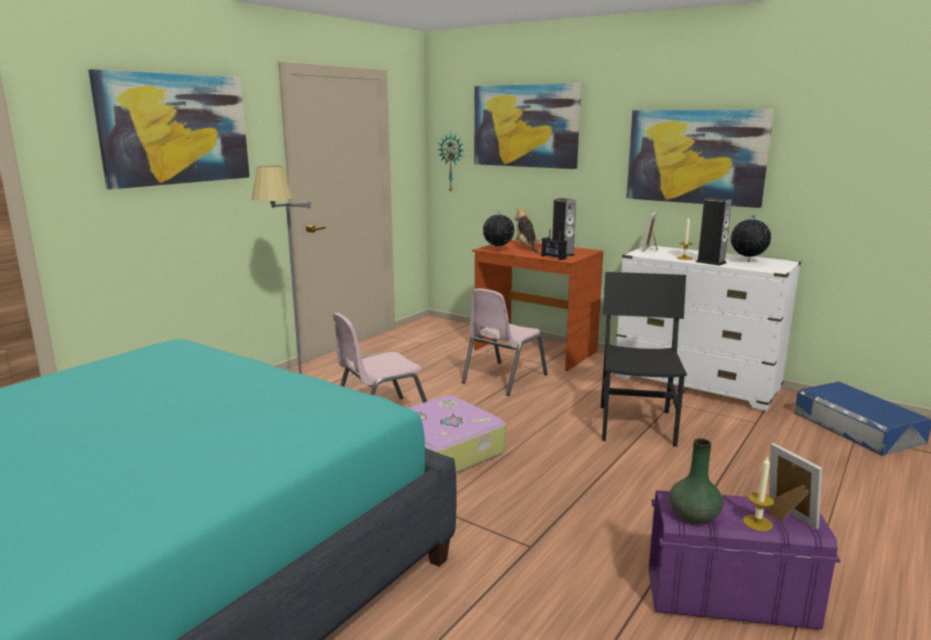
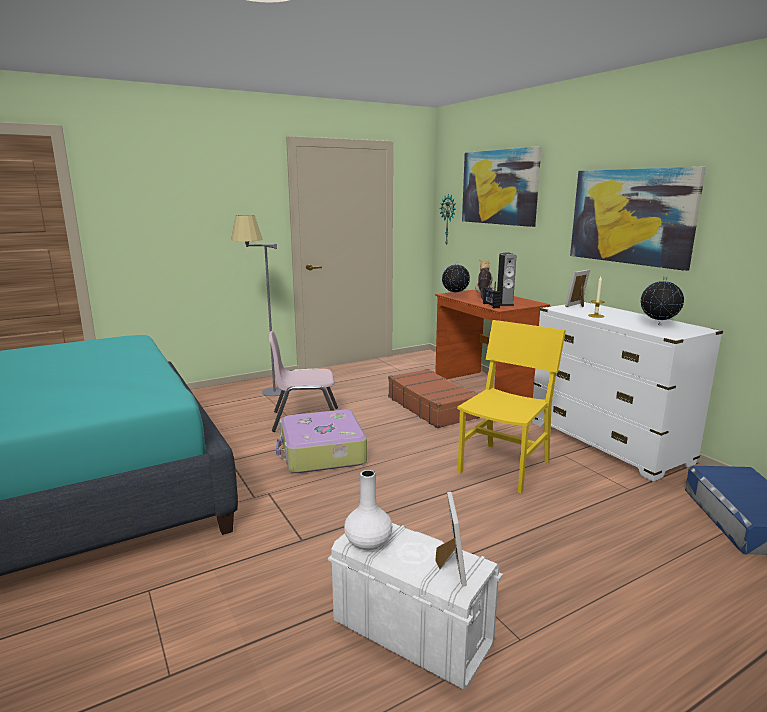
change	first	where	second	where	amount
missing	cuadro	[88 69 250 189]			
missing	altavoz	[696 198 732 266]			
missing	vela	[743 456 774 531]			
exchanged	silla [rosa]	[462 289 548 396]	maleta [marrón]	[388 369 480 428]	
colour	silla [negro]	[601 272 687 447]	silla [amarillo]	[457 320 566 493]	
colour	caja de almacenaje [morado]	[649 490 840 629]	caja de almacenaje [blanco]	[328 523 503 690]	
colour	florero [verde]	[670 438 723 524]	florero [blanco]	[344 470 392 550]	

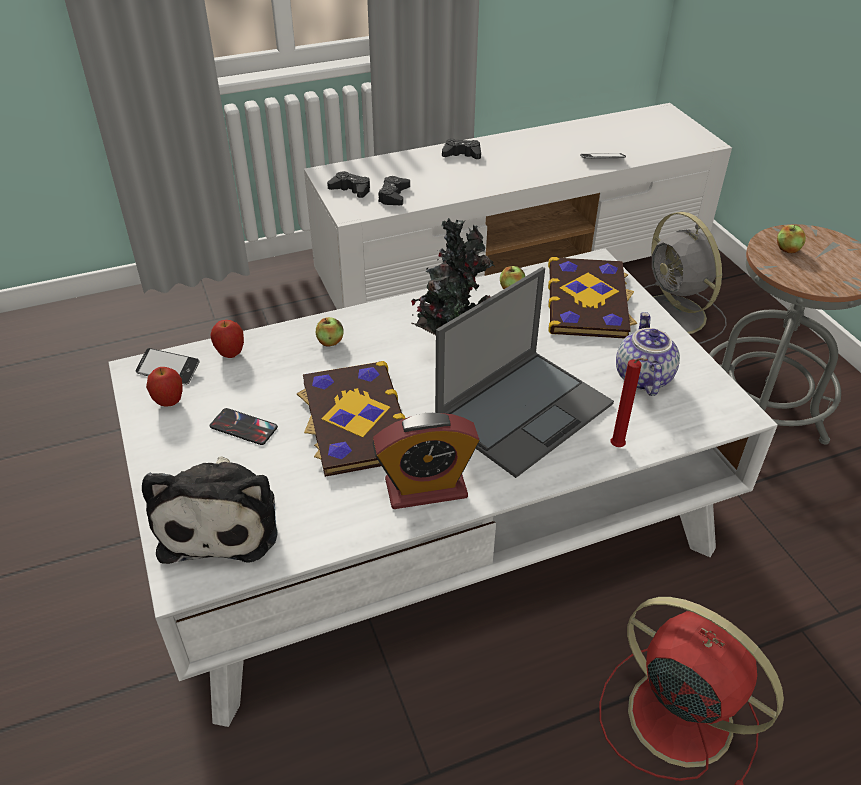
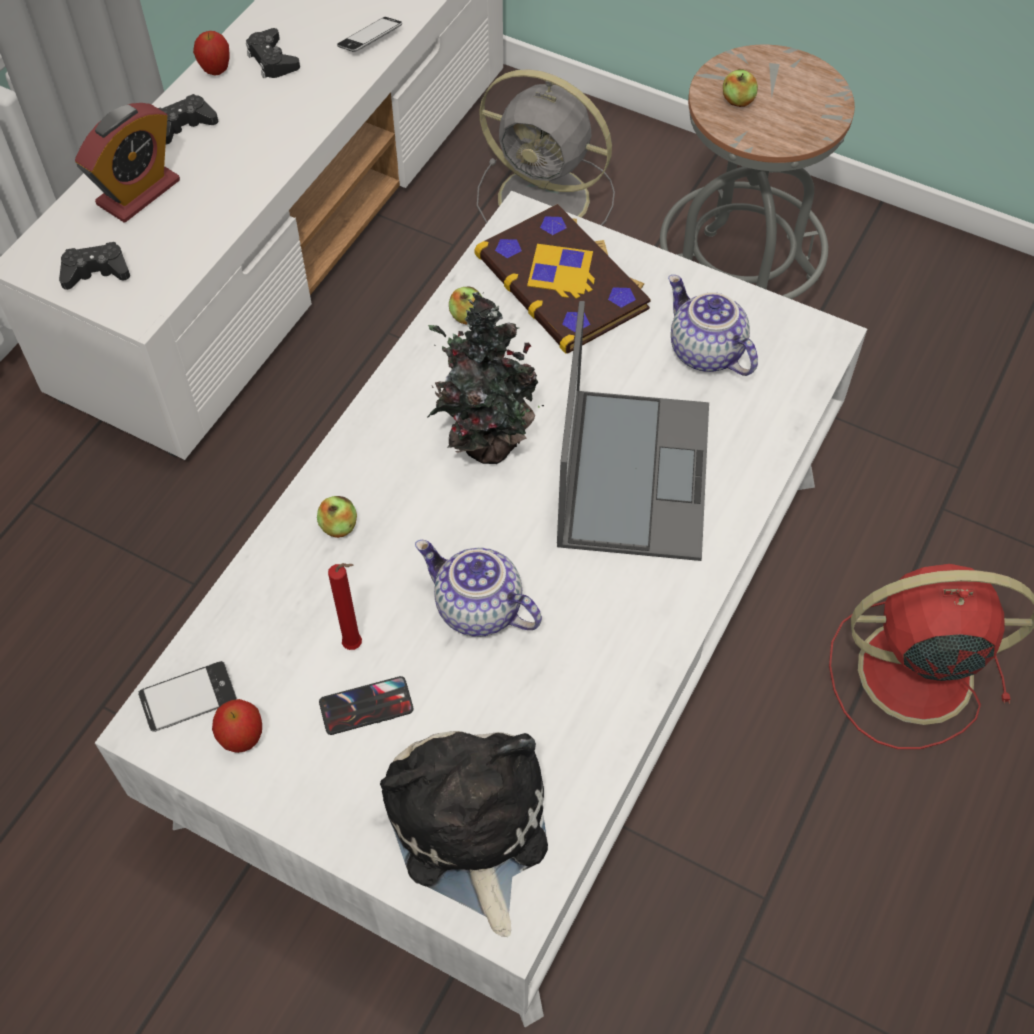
change	first	where	second	where	amount
relocated	manzana	[211 320 244 358]		[193 31 230 75]	
relocated	despertador	[372 413 480 509]		[75 103 180 222]	
relocated	mando de consola [negro]	[378 176 410 205]		[246 28 300 78]	
relocated	vela [rojo]	[611 358 648 447]		[328 563 362 650]	
exchanged	libro	[297 361 405 477]	tetera	[415 540 542 637]	
spun	peluche	[142 456 278 564]		[380 731 548 937]	150 degrees counterclockwise

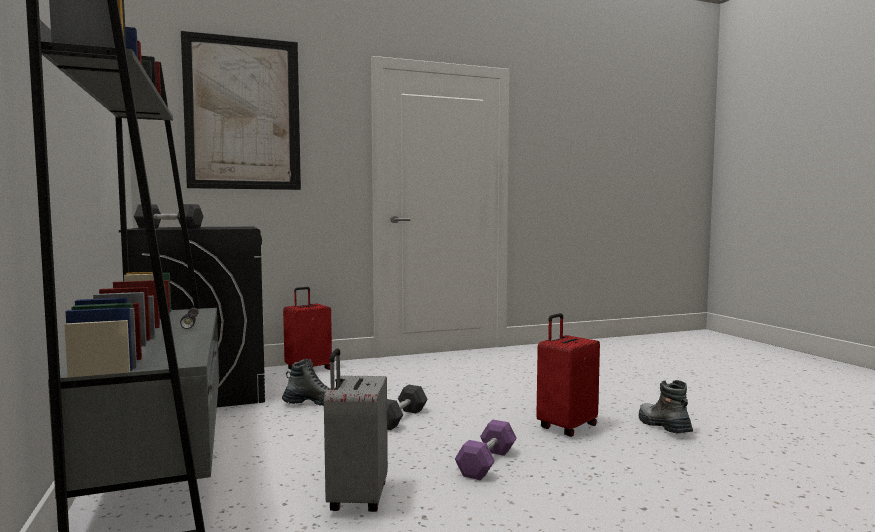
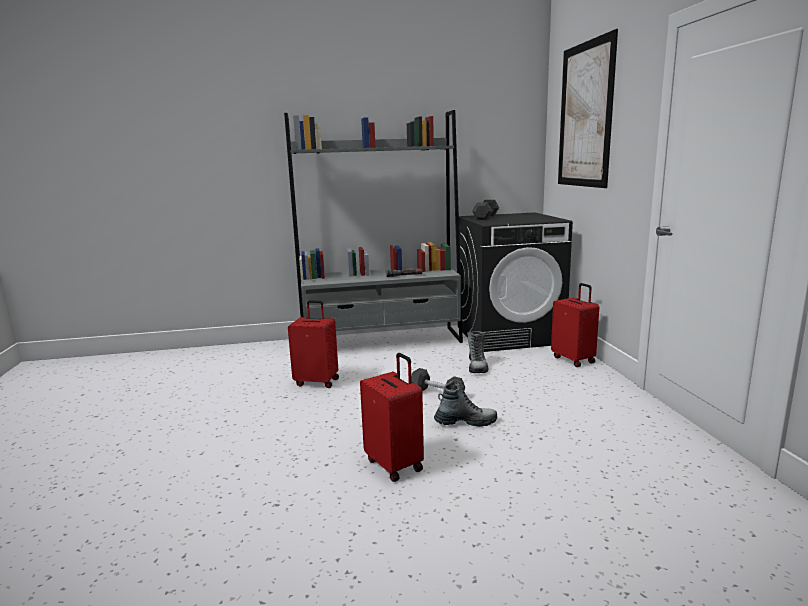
change	first	where	second	where	amount
missing	mancuerna [morado]	[455 420 517 480]			
relocated	bota	[639 380 693 433]		[434 380 497 427]	
colour	maleta [gris]	[324 348 388 512]	maleta [rojo]	[288 300 339 388]	

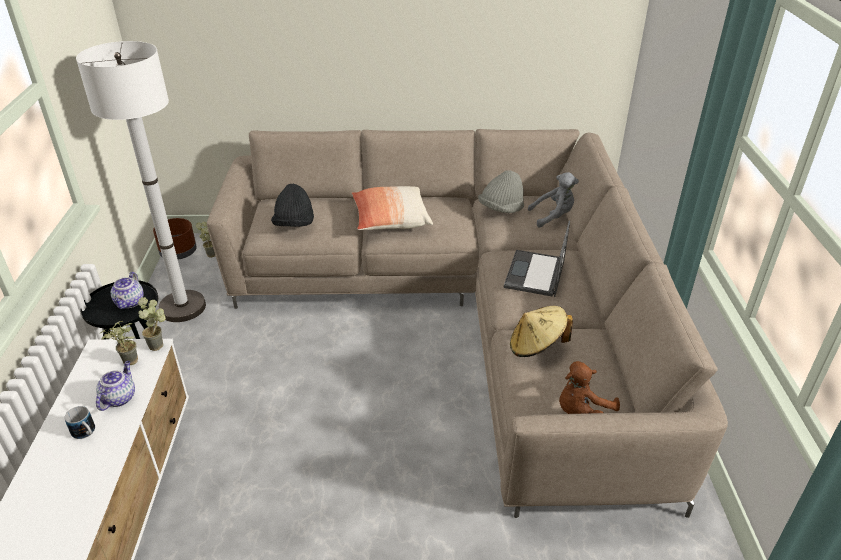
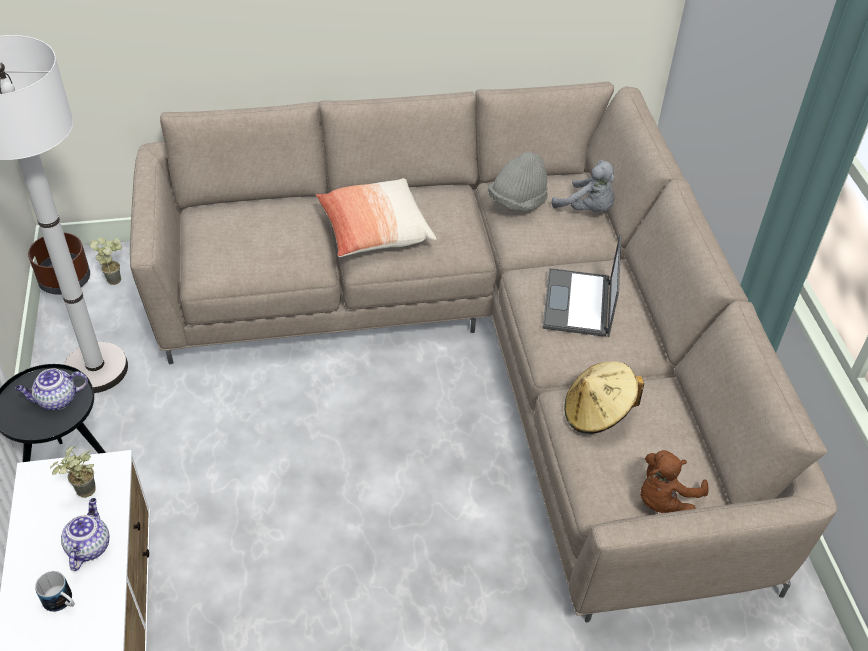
change	first	where	second	where	amount
missing	planta en maceta	[138 297 166 351]			
missing	sombrero [negro]	[271 184 314 227]			
spun	tetera	[111 272 144 309]		[15 368 88 410]	75 degrees clockwise
spun	peluche [gris]	[528 172 579 228]		[552 160 614 212]	60 degrees clockwise

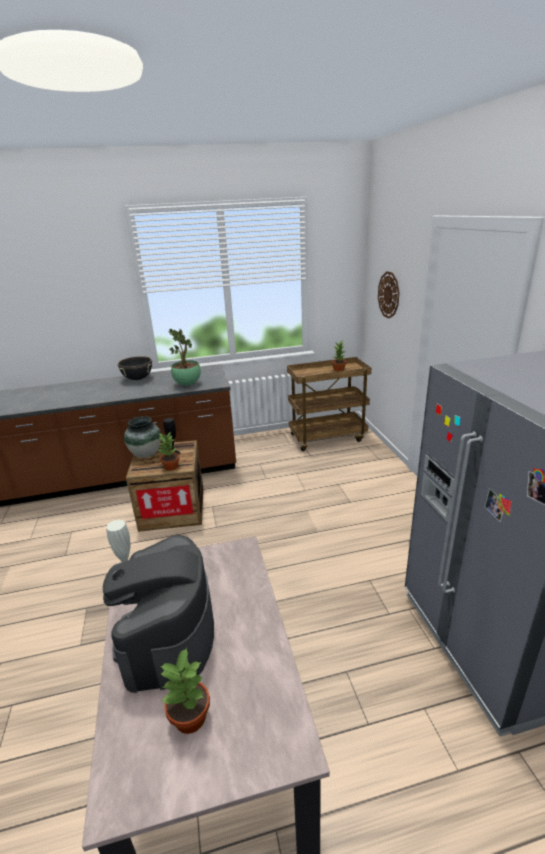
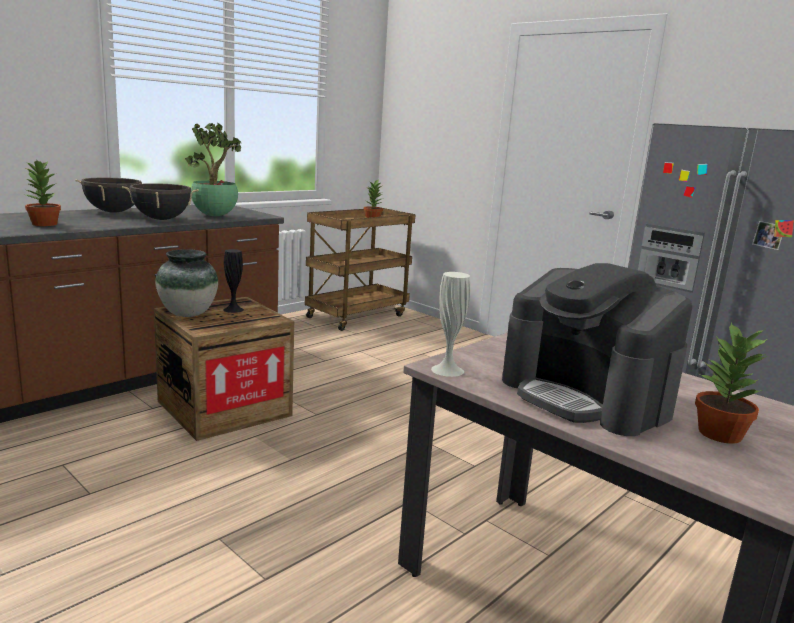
change	first	where	second	where	amount
missing	reloj de pared	[378 271 399 319]			
appeared			olla [negro]	[122 183 199 220]	
relocated	planta en maceta	[159 431 180 471]		[24 159 61 226]	

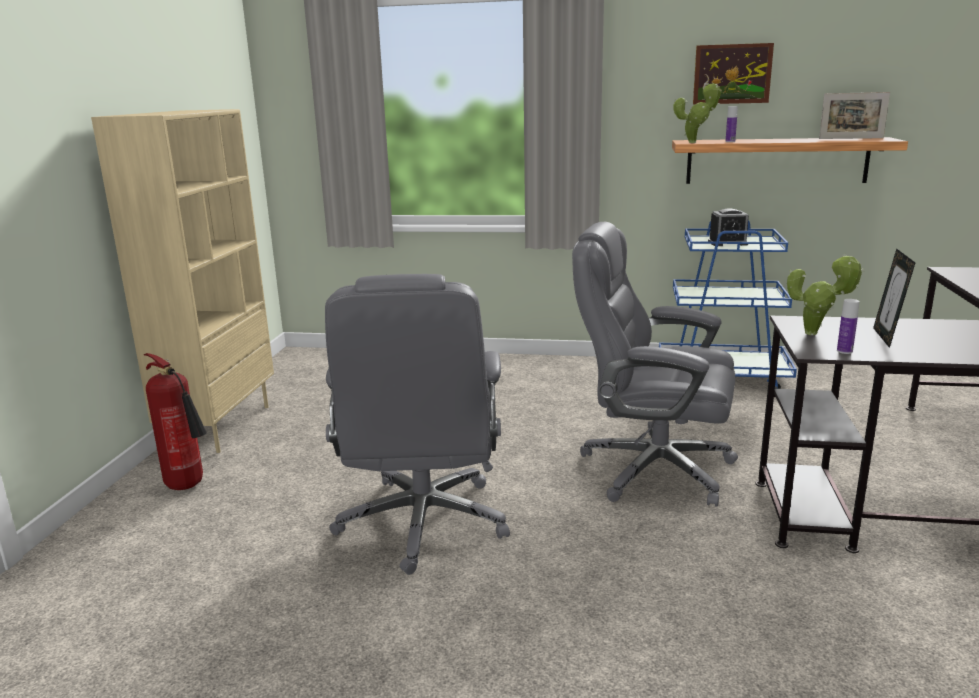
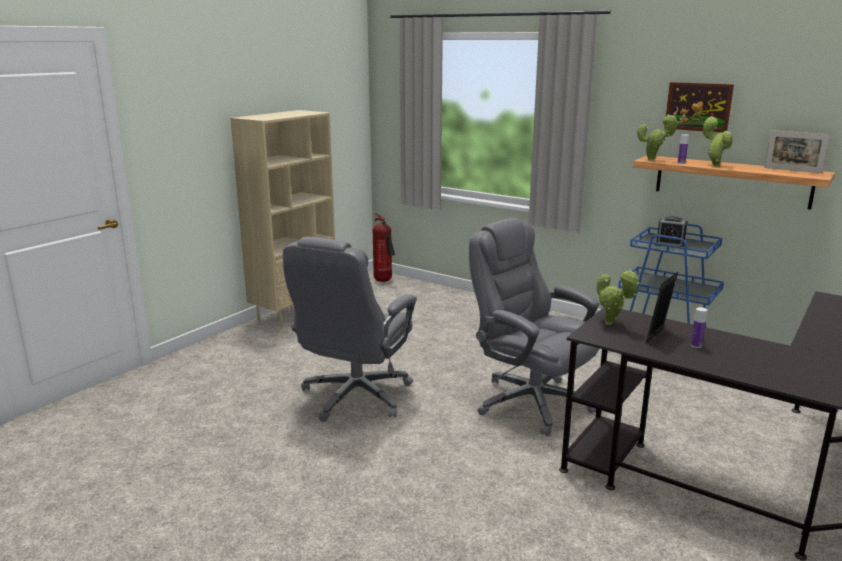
change	first	where	second	where	amount
appeared			planta en maceta	[703 117 733 167]	
relocated	extintor	[144 353 207 490]		[373 214 395 282]	
relocated	botella	[837 299 860 354]		[691 307 707 348]	

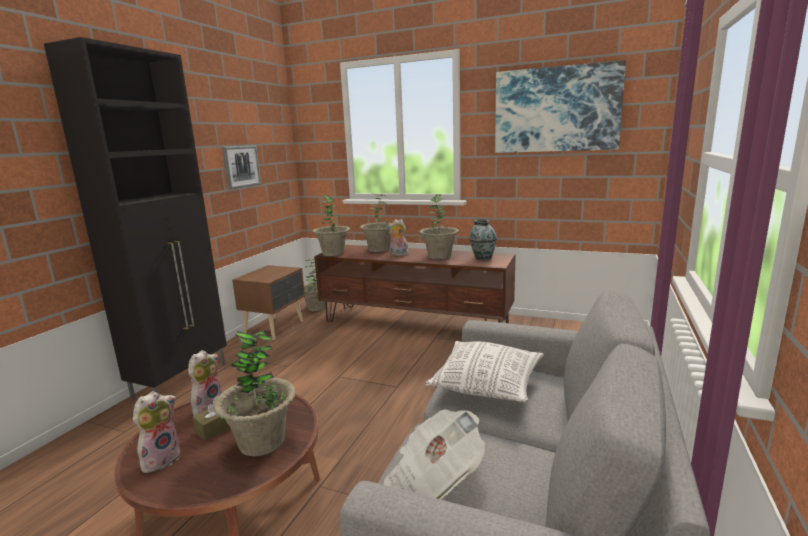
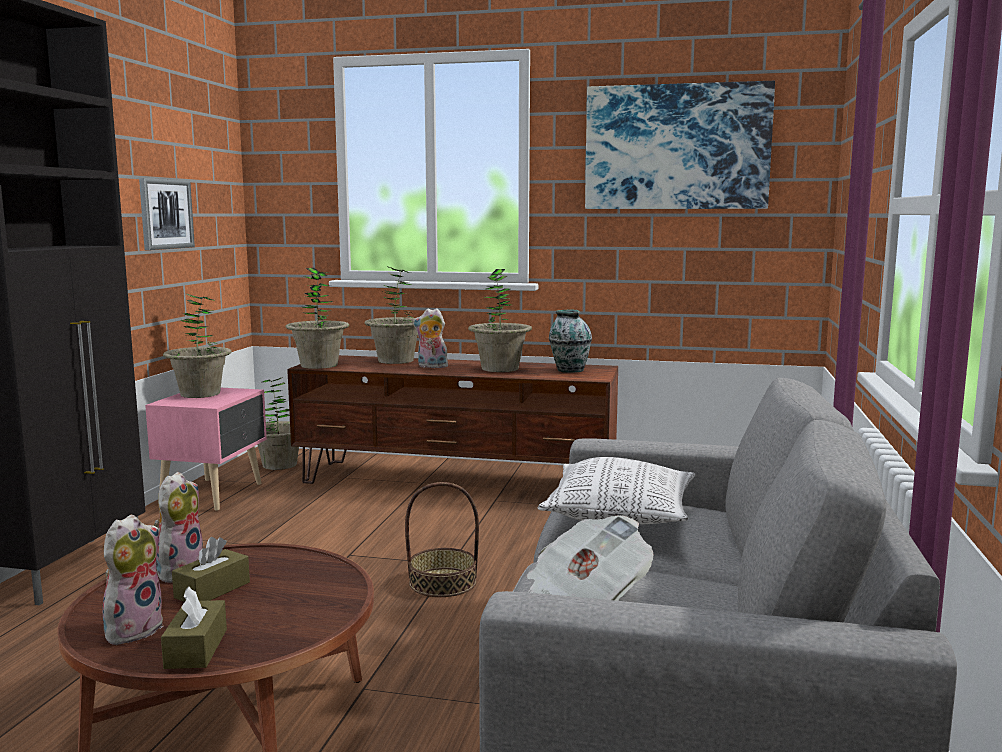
change	first	where	second	where	amount
appeared			caja de pañuelos [marrón]	[161 586 227 669]	
appeared			cesta	[405 482 479 597]	
relocated	planta en maceta	[213 331 296 456]		[163 294 232 398]	
colour	mesita de noche [marrón]	[232 265 305 340]	mesita de noche [rosa]	[145 388 267 511]	

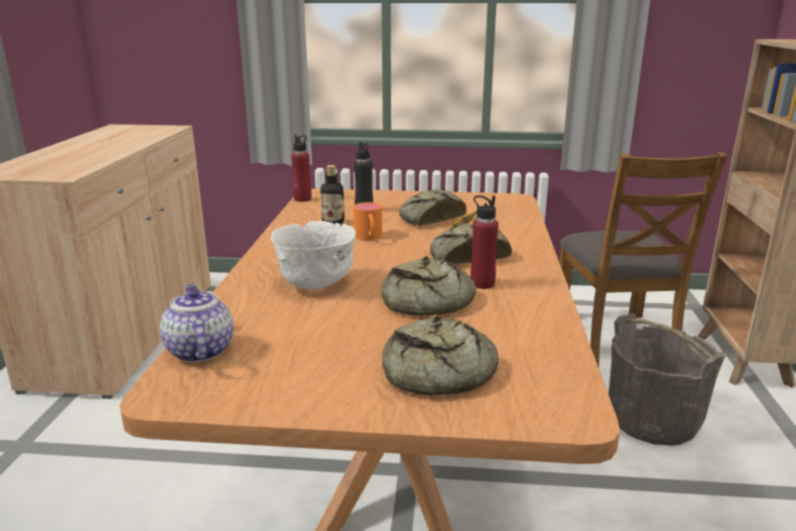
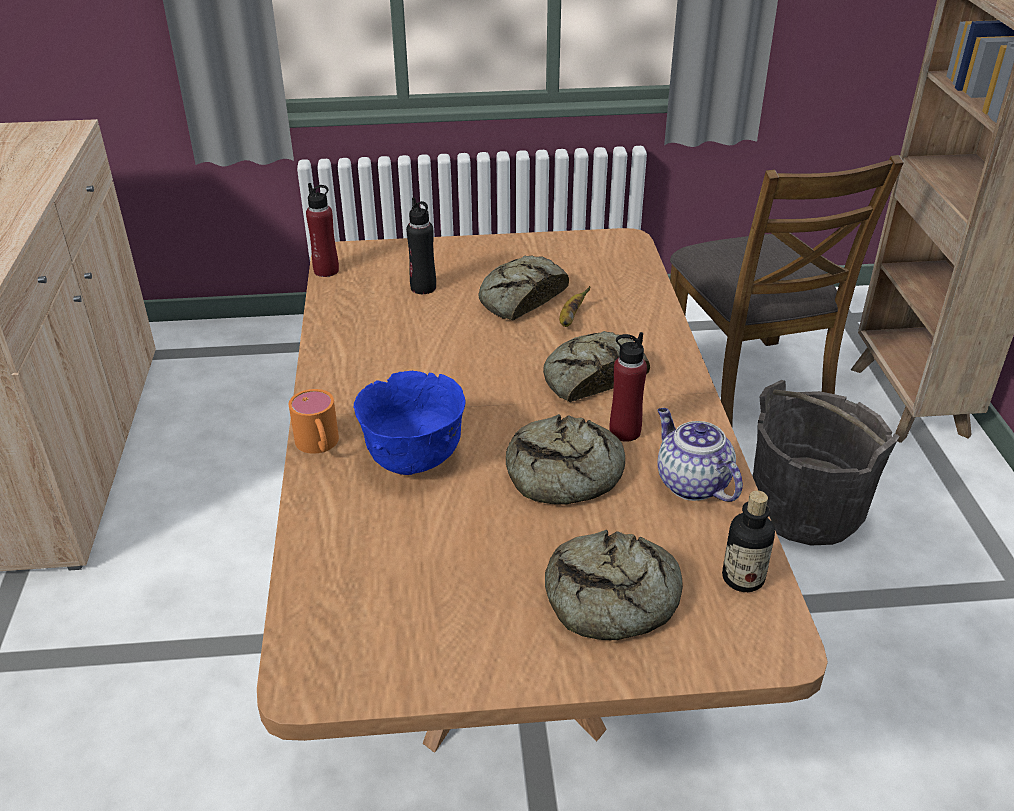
change	first	where	second	where	amount
relocated	tetera	[160 284 234 362]		[657 408 743 502]	
relocated	botella	[320 165 344 225]		[722 491 775 592]	
relocated	taza grande [naranja]	[353 202 382 240]		[289 389 339 454]	
colour	cuenco [blanco]	[271 221 356 289]	cuenco [azul]	[354 371 466 475]	

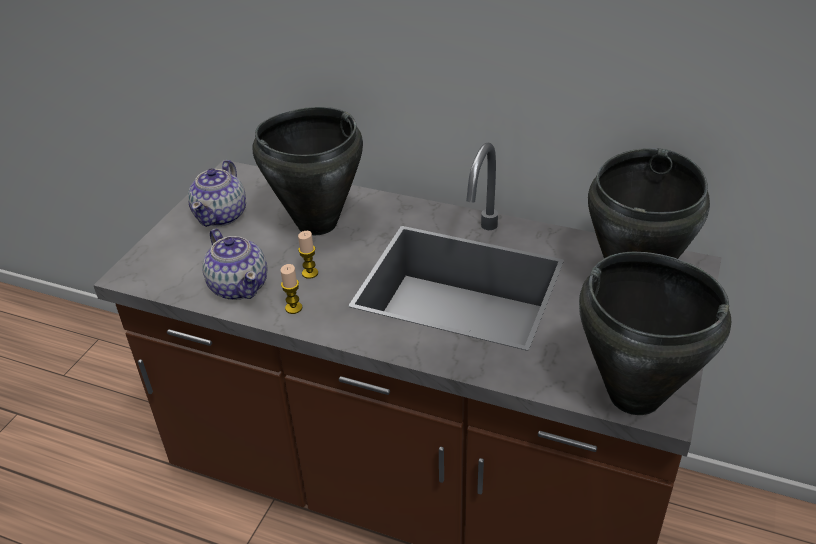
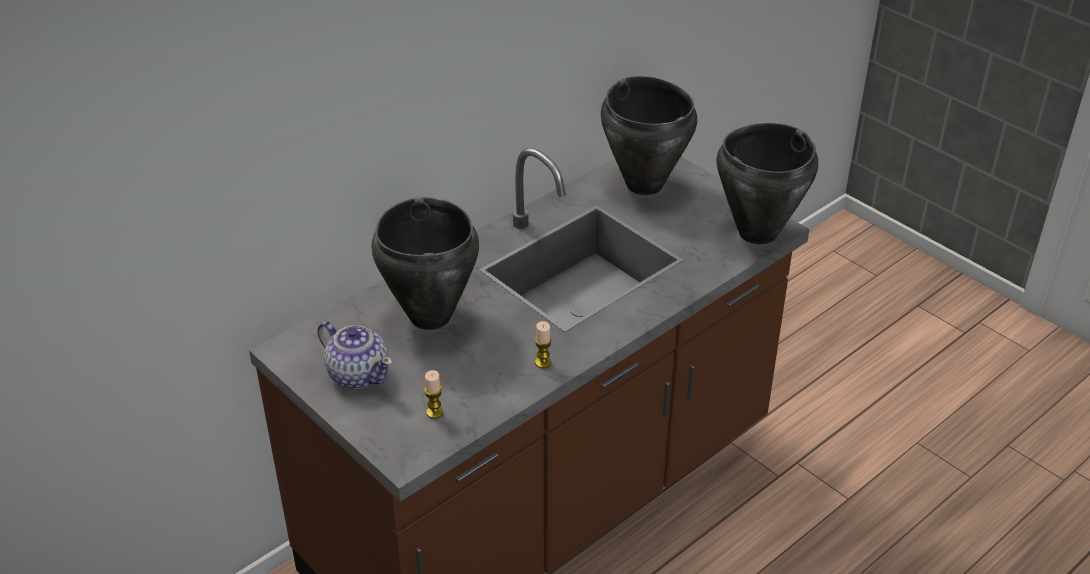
change	first	where	second	where	amount
missing	tetera	[202 228 267 300]			
relocated	vela	[298 231 318 279]		[424 370 443 419]	

